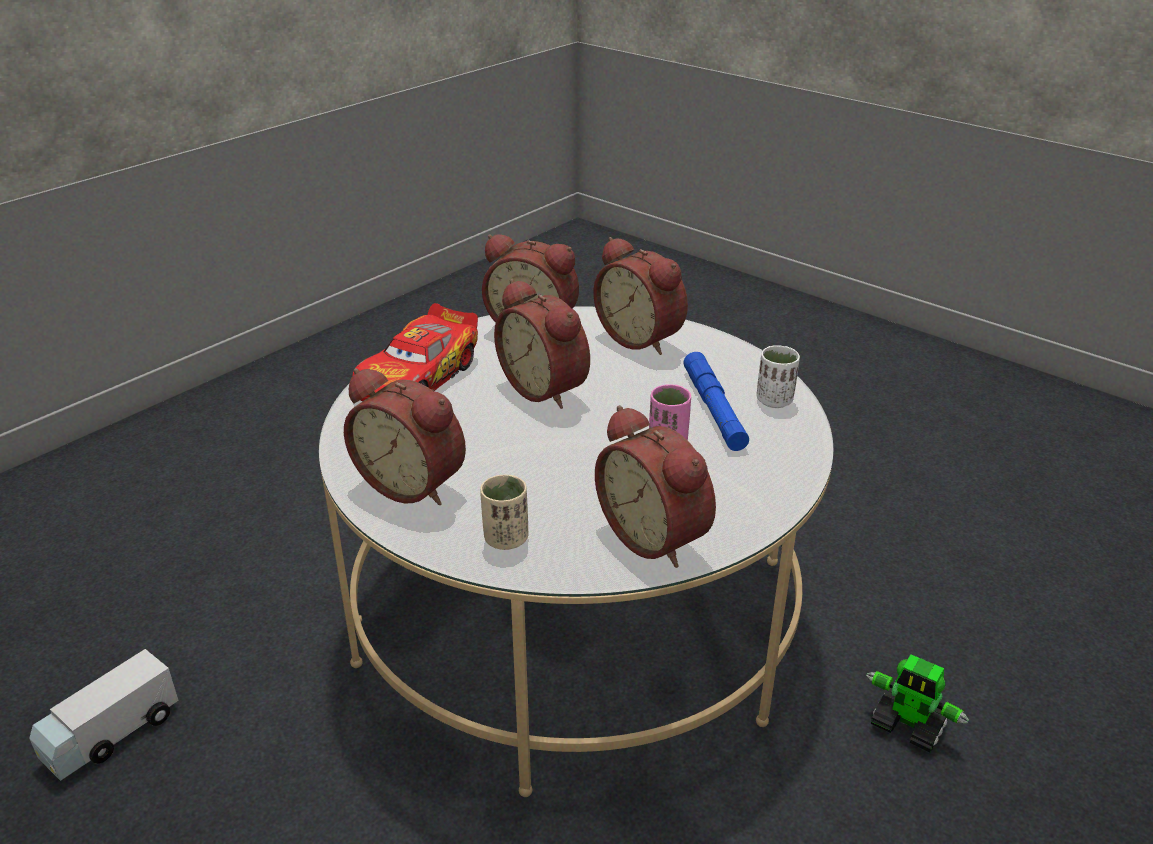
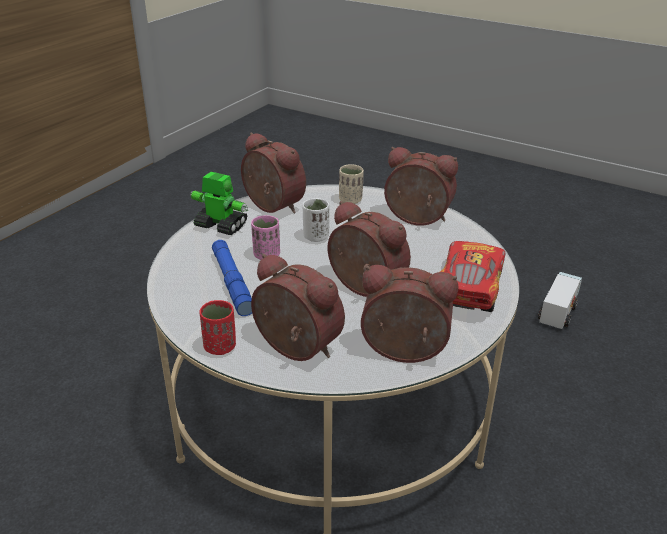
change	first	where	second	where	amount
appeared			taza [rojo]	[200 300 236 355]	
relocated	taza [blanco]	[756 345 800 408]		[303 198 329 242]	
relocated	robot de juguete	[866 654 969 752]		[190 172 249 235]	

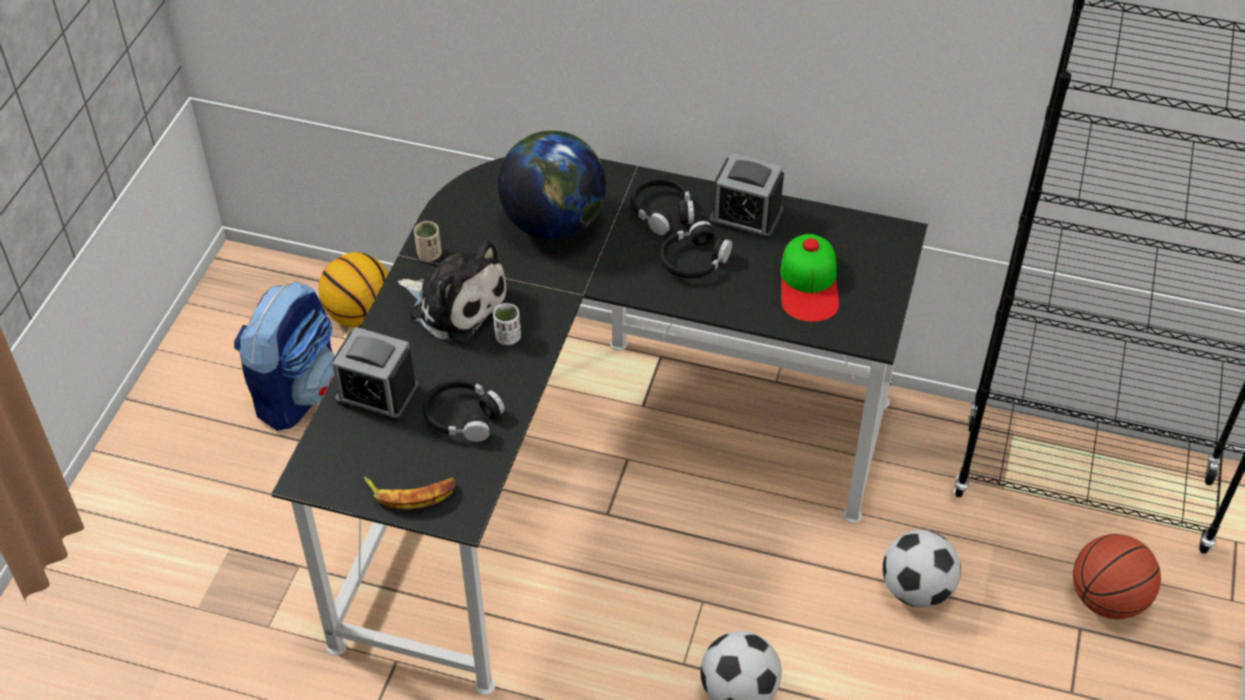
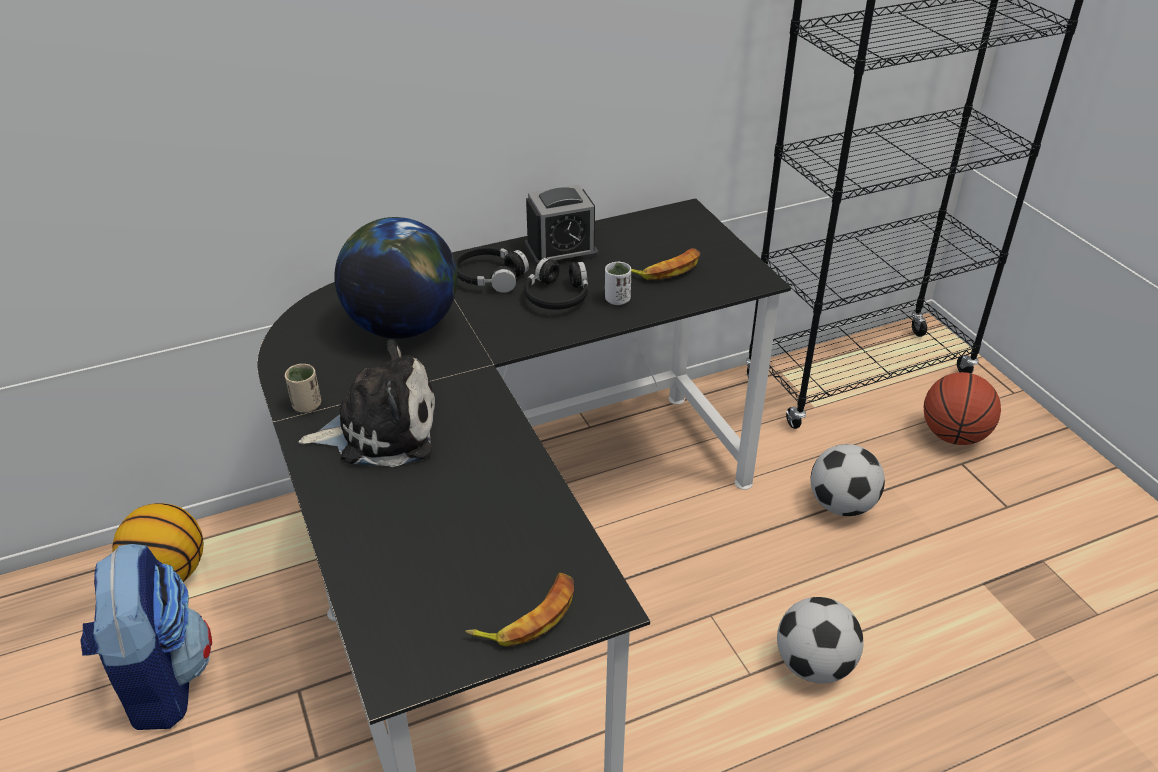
change	first	where	second	where	amount
missing	despertador	[332 327 419 422]			
missing	auriculares [negro]	[423 380 505 442]			
relocated	taza [blanco]	[493 303 521 345]		[605 262 631 305]	
exchanged	gorra	[780 234 839 322]	plátano	[631 248 701 280]	

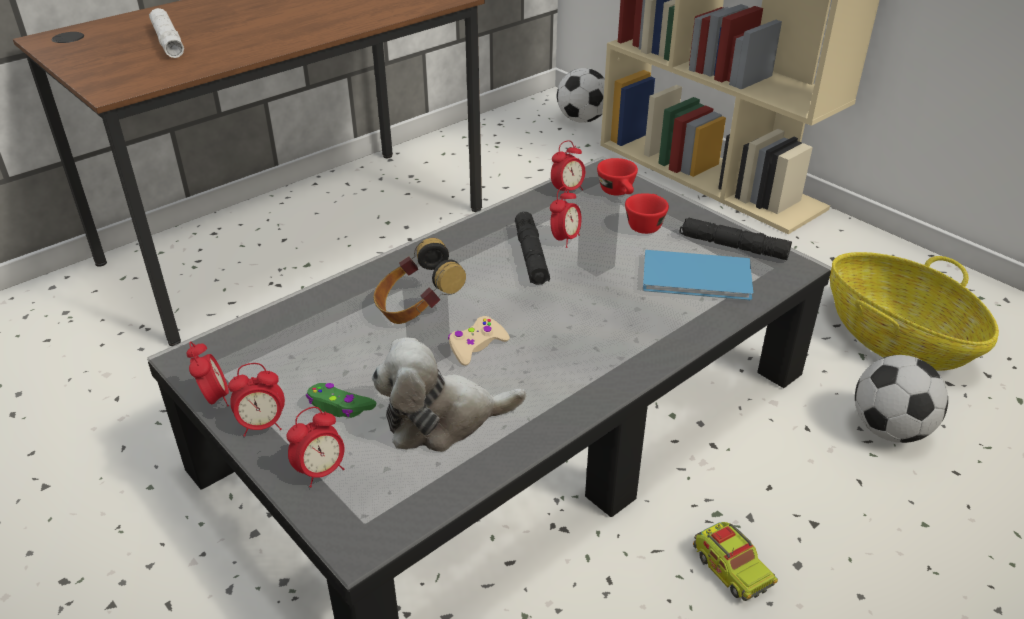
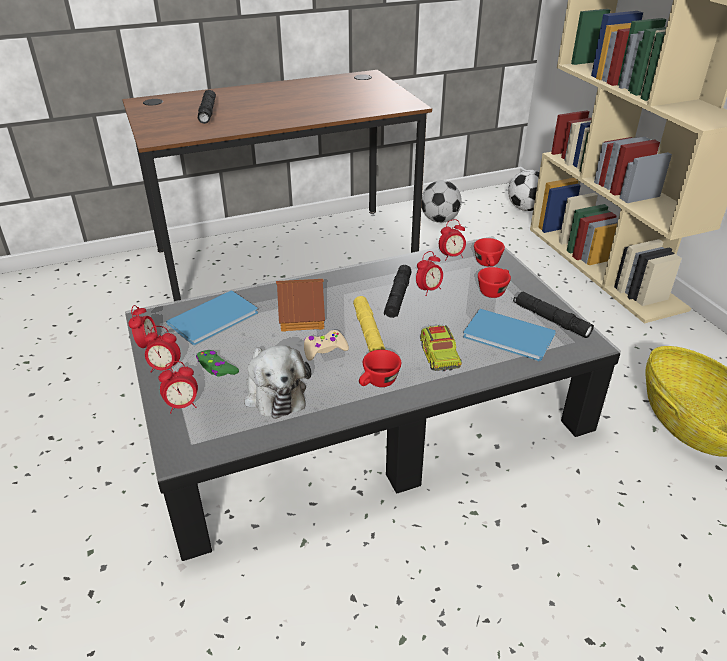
change	first	where	second	where	amount
appeared			libro [azul]	[166 290 258 345]	
appeared			linterna [amarillo]	[353 296 385 352]	
appeared			taza [rojo]	[359 350 401 387]	
relocated	camión de juguete	[693 522 778 601]		[420 325 462 371]	
relocated	balón de fútbol	[855 355 948 443]		[421 180 462 223]	
exchanged	auriculares	[374 238 466 324]	casita	[276 279 325 332]	
colour	linterna [blanco]	[149 8 184 58]	linterna [negro]	[198 90 216 124]	
spun	peluche	[372 337 526 452]		[244 345 311 419]	120 degrees counterclockwise

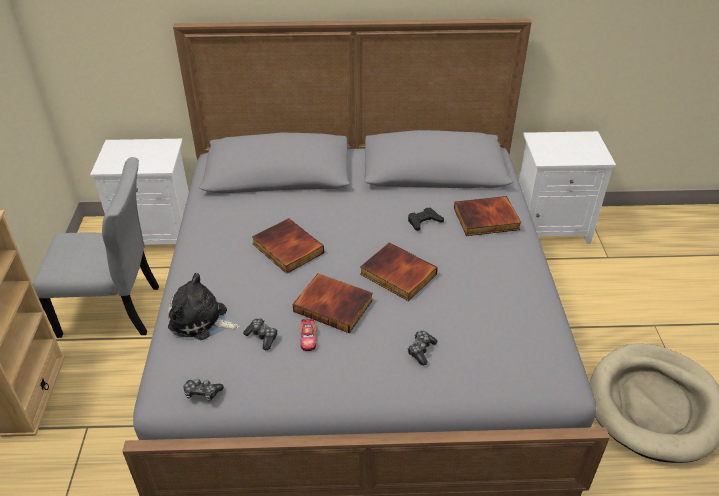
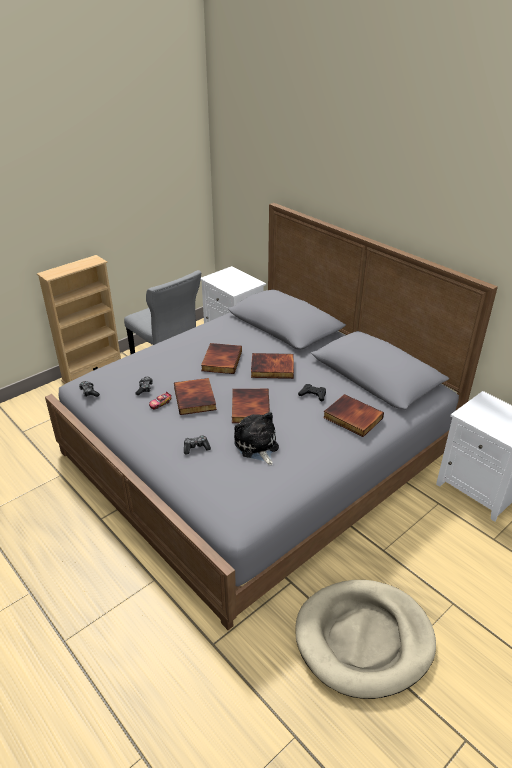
change	first	where	second	where	amount
appeared			libro	[251 353 294 379]	
relocated	peluche	[168 273 240 340]		[234 412 279 465]	

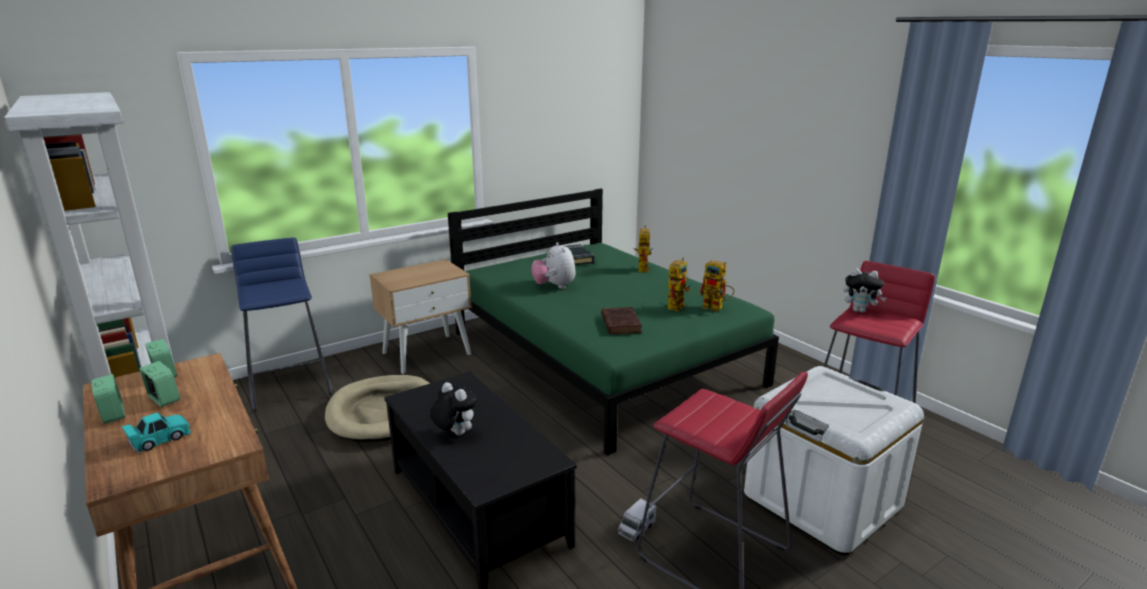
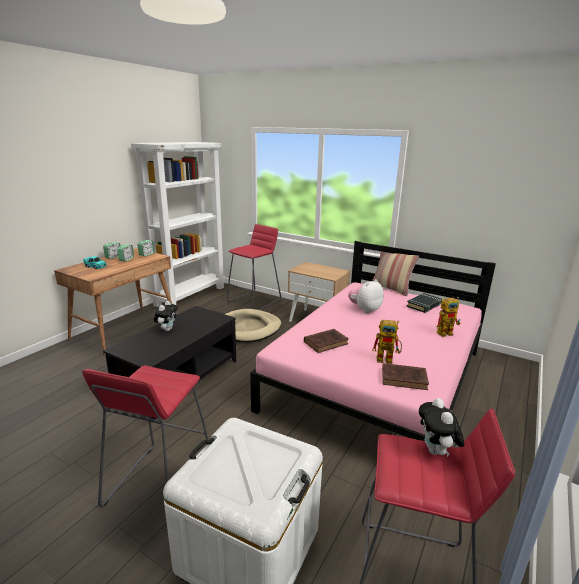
change	first	where	second	where	amount
missing	camión de juguete	[618 498 656 542]			
appeared			cojín	[372 251 419 296]	
exchanged	robot de juguete	[698 260 735 311]	libro [marrón]	[382 363 429 390]	
colour	taburete [azul]	[231 238 333 412]	taburete [rojo]	[227 224 281 310]	
colour	cama [verde]	[448 189 779 456]	cama [rosa]	[250 241 496 441]	

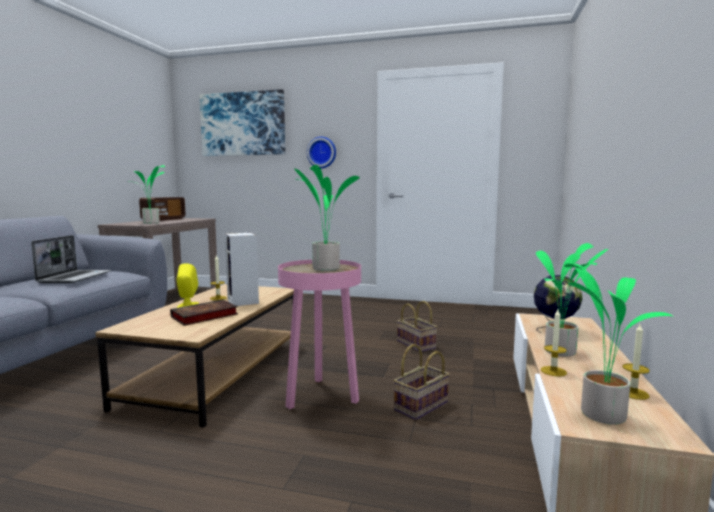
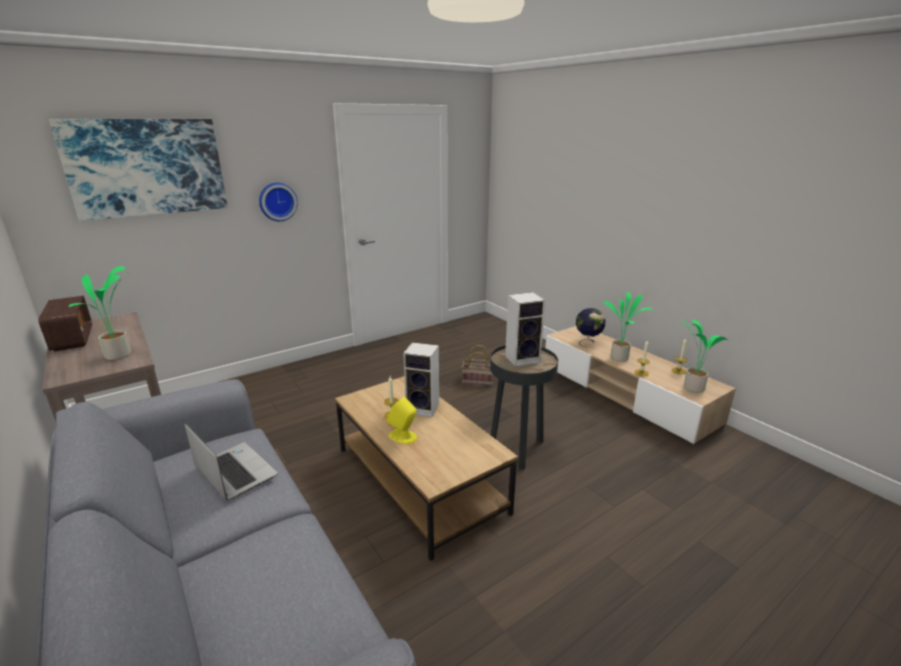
change	first	where	second	where	amount
missing	libro	[170 299 238 326]			
missing	cesta	[393 344 450 420]			
exchanged	planta en maceta	[294 165 360 271]	altavoz	[505 292 545 367]	
colour	mesa auxiliar [rosa]	[278 259 361 409]	mesa auxiliar [negro]	[490 345 558 470]	

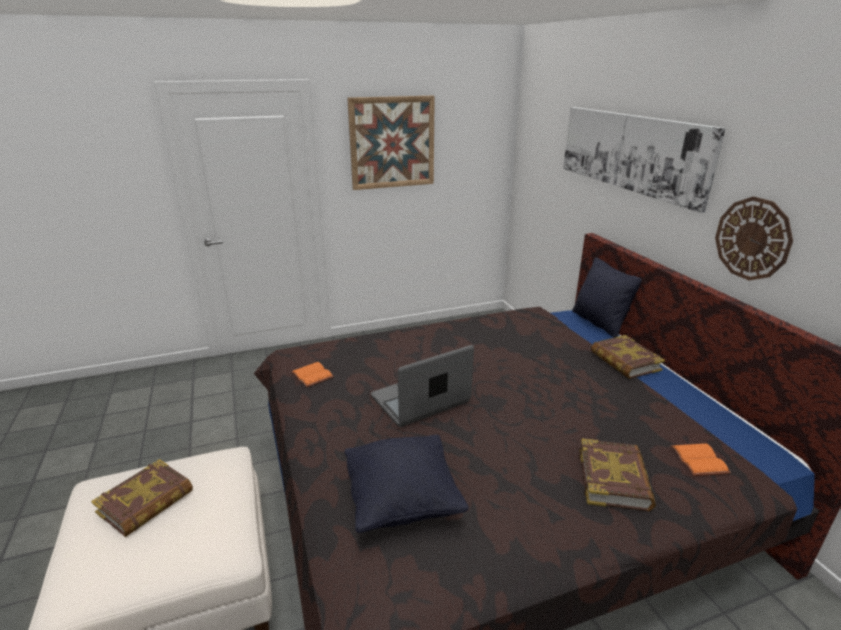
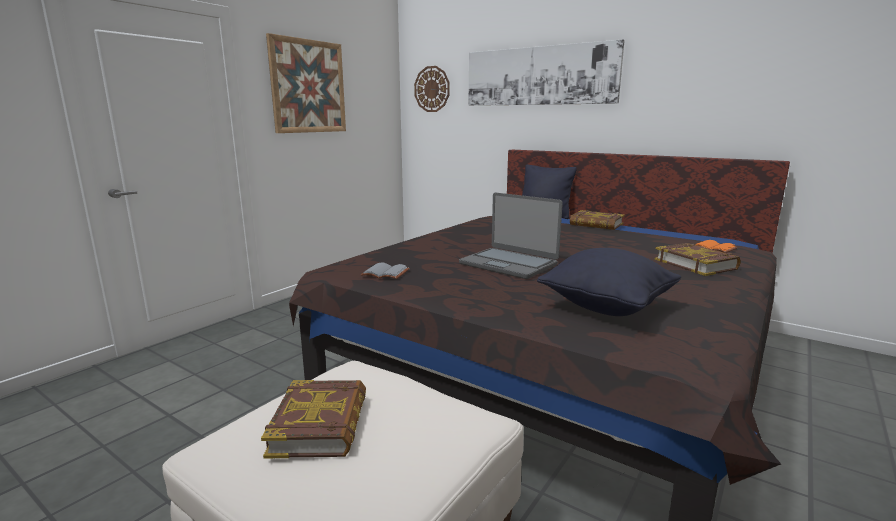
change	first	where	second	where	amount
relocated	reloj de pared	[715 196 793 281]		[414 66 450 112]	
colour	libro [naranja]	[291 362 334 387]	libro [gris]	[361 262 410 279]	
spun	portátil	[371 345 474 427]		[459 192 563 279]	75 degrees counterclockwise

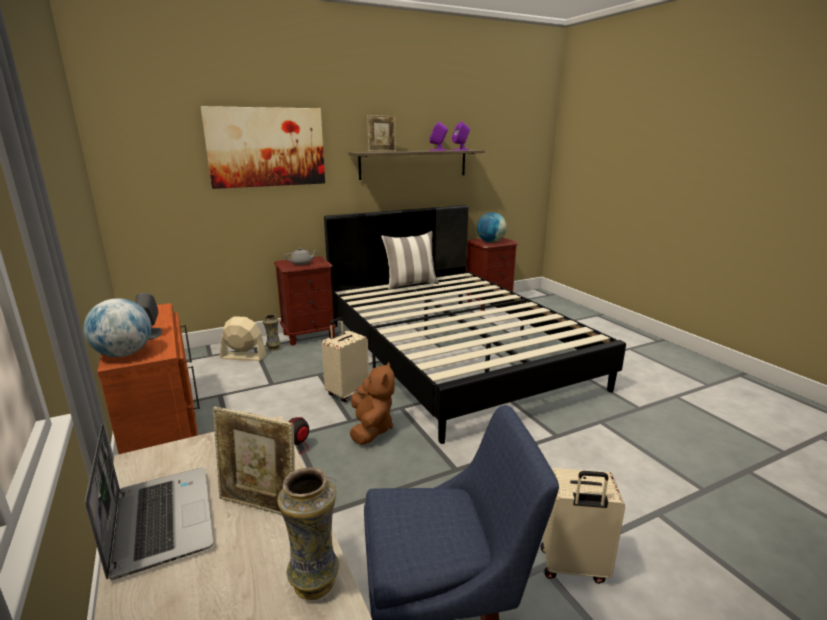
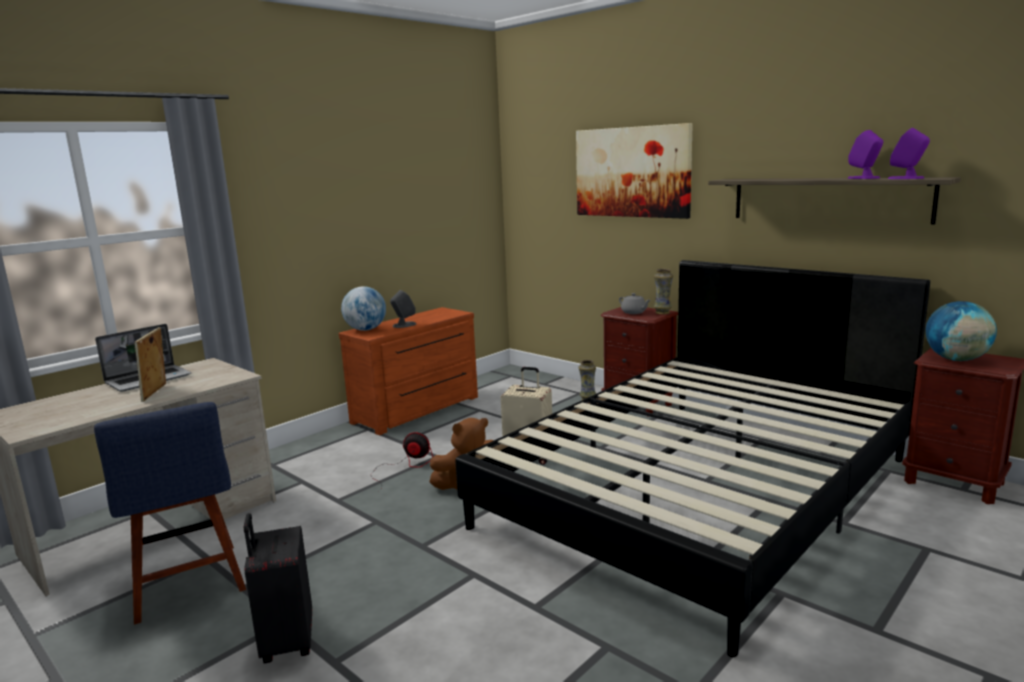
change	first	where	second	where	amount
missing	ventilador [beis]	[220 317 266 361]			
missing	portarretratos	[367 115 396 152]			
missing	cojín	[381 231 439 290]			
relocated	florero	[277 467 339 600]		[654 269 673 314]	
colour	maleta [beis]	[541 468 625 584]	maleta [negro]	[244 513 312 663]	

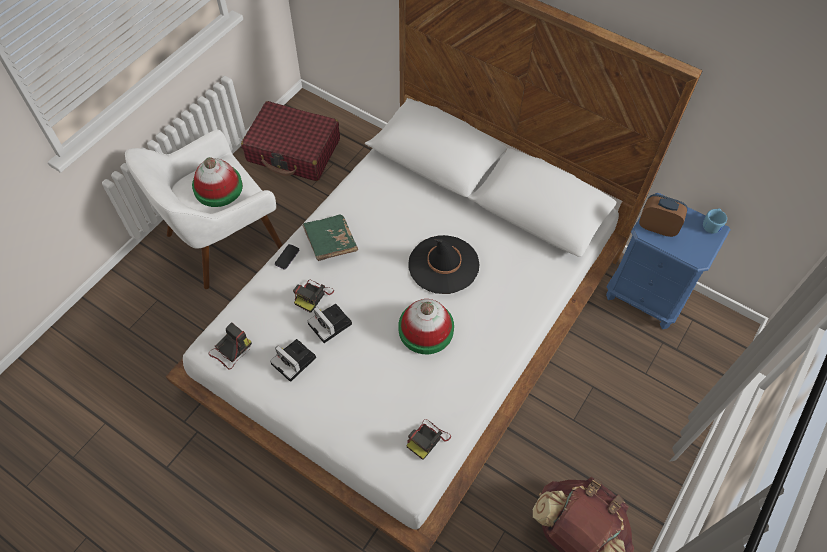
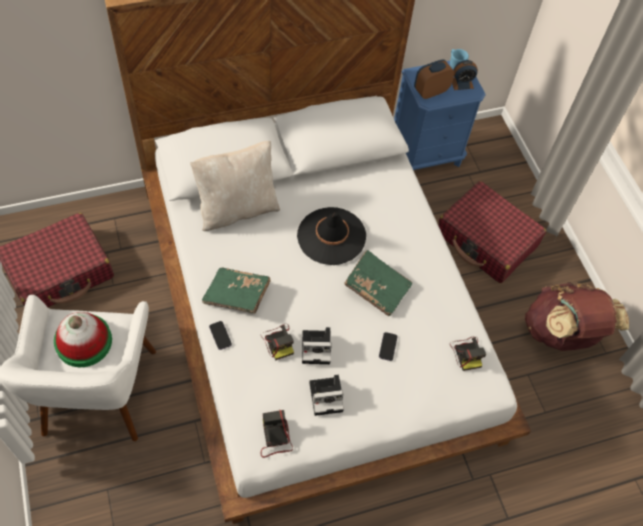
change	first	where	second	where	amount
appeared			cojín [beis]	[190 141 280 231]	
appeared			móvil	[379 332 398 361]	
appeared			maleta [rojo]	[438 181 546 283]	
appeared			despertador	[452 60 478 90]	
exchanged	sombrero	[399 299 454 354]	libro [verde]	[344 250 413 316]	

